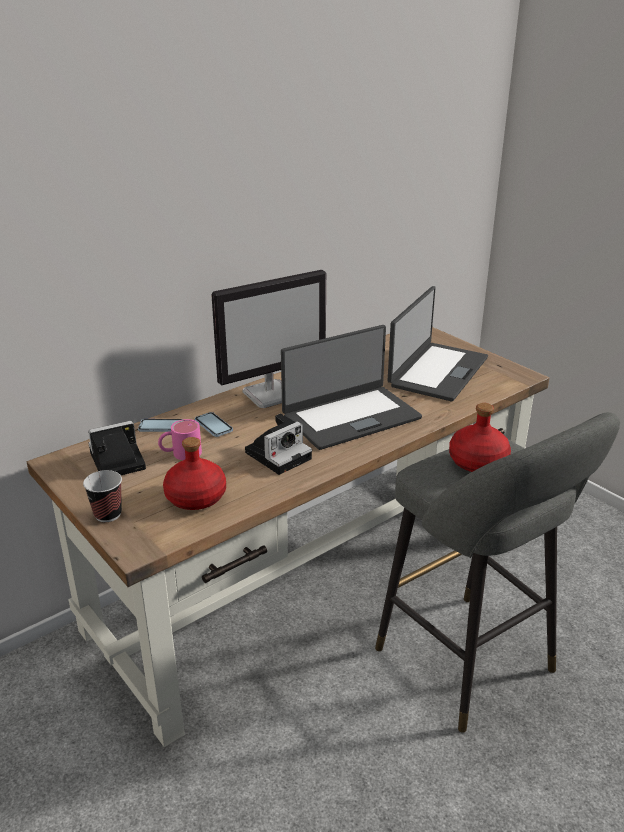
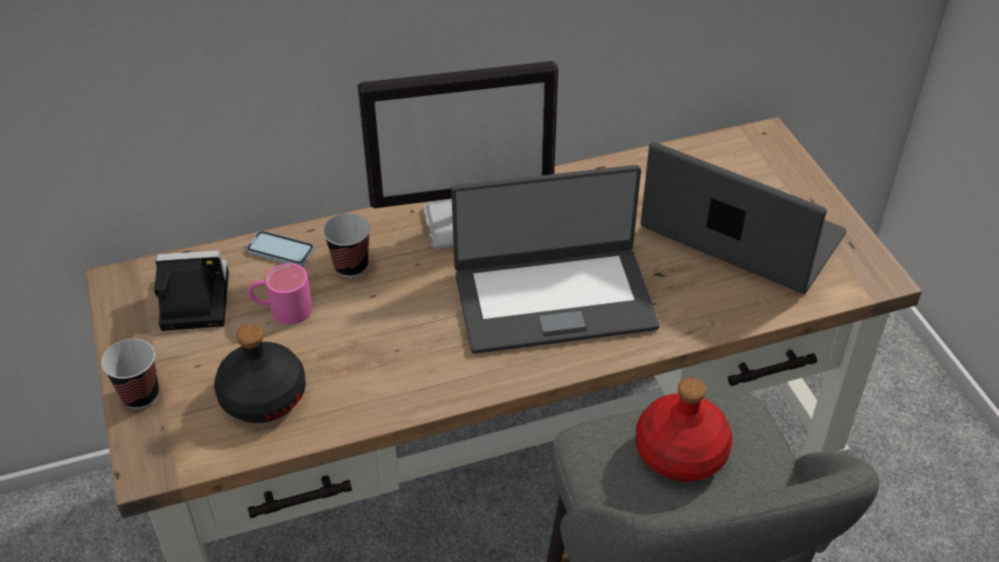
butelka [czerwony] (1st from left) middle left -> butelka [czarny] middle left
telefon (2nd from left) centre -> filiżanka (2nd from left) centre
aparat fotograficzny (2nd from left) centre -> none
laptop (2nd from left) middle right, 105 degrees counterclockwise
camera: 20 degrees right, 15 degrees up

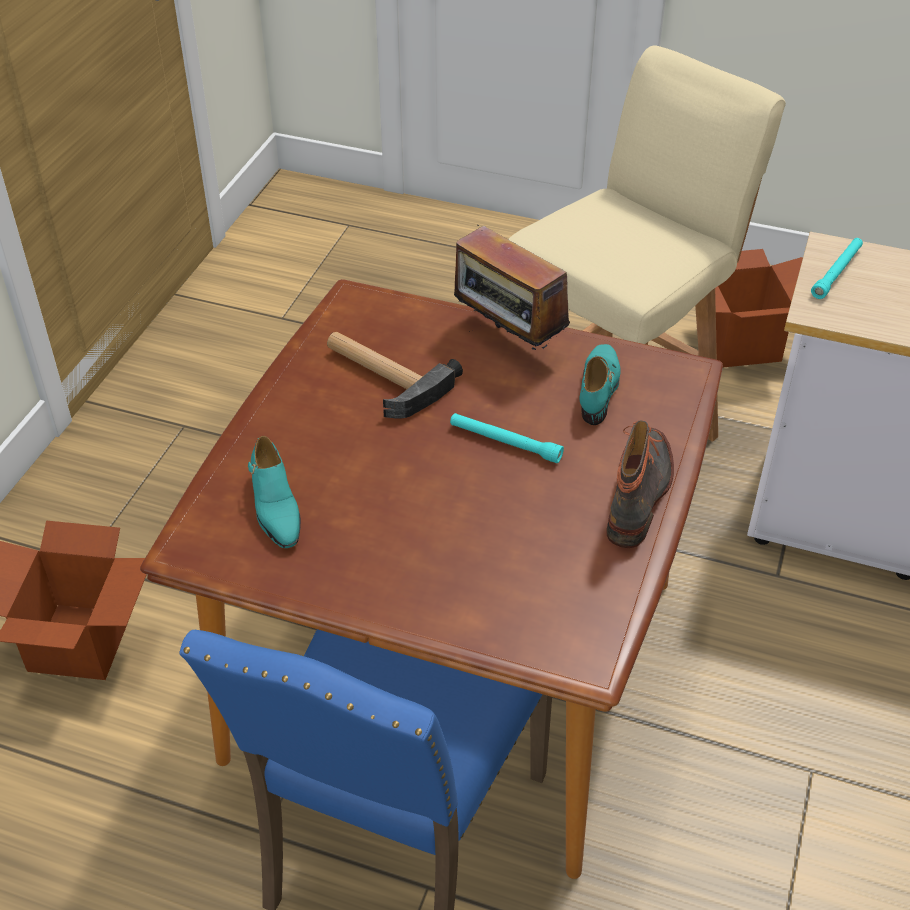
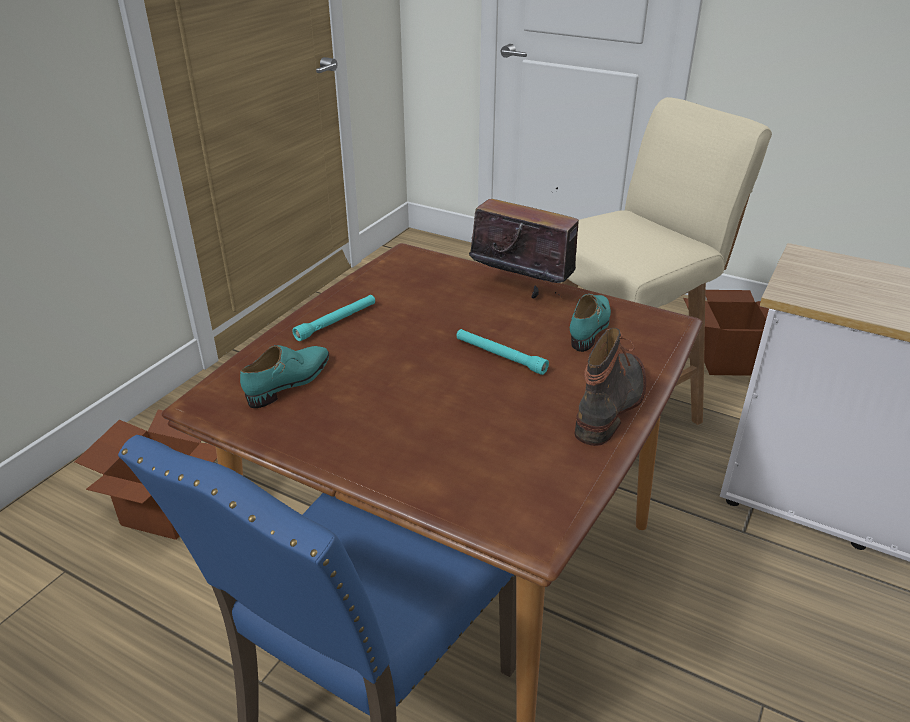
but [turkusowy] (1st from left) middle left, 135 degrees counterclockwise
młotek centre -> none
radio top centre -> radio centre, 150 degrees clockwise
latarka [turkusowy] (2nd from left in the first image) top right -> latarka [turkusowy] (1st from left) centre, moved
camera: 10 degrees right, 10 degrees down

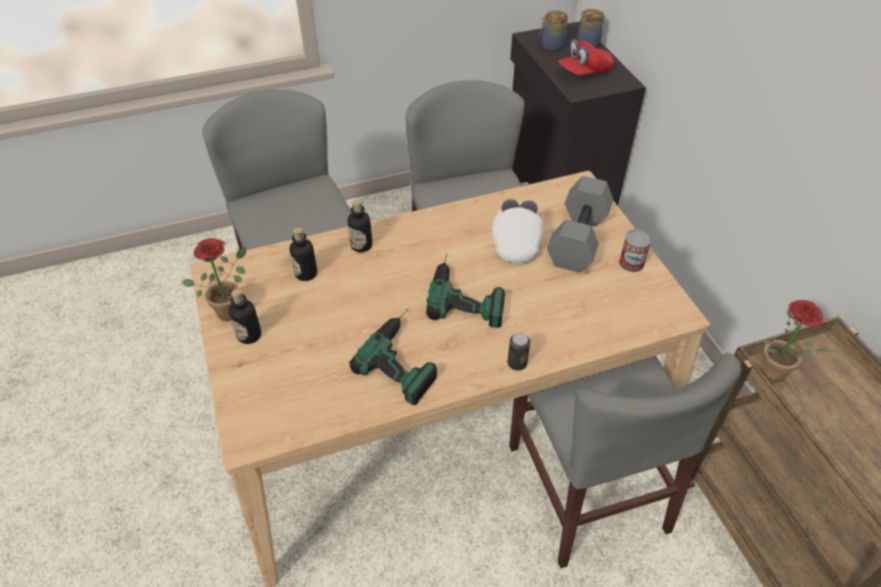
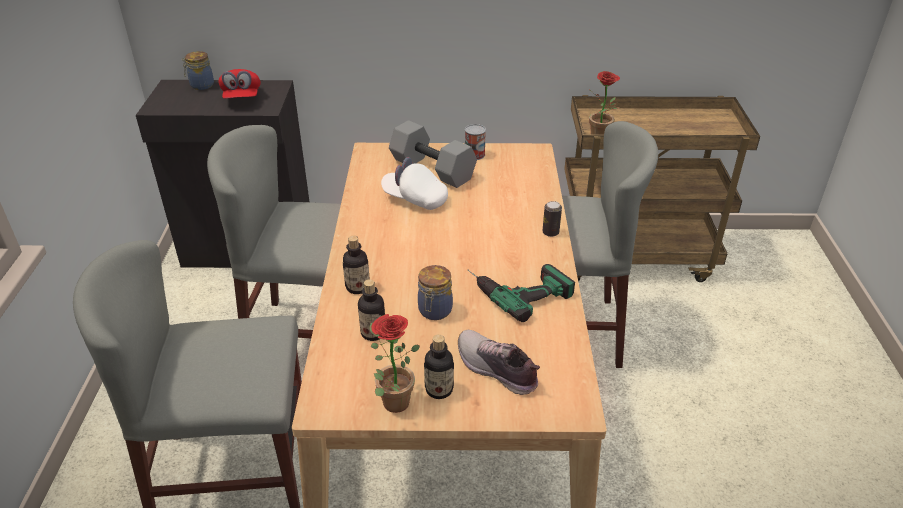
wiertarka (2nd from left) centre -> none
słoik (1st from left in the first image) top centre -> słoik (2nd from left) centre, moved
none -> but bottom centre
camera: 70 degrees left, 10 degrees down

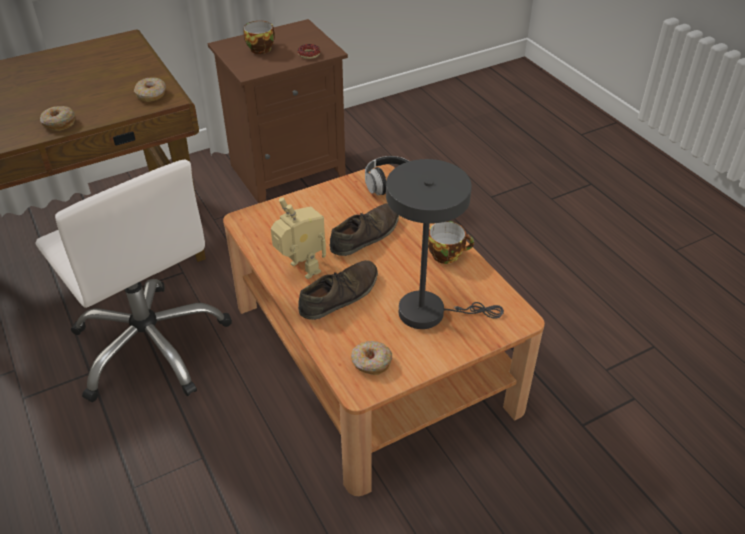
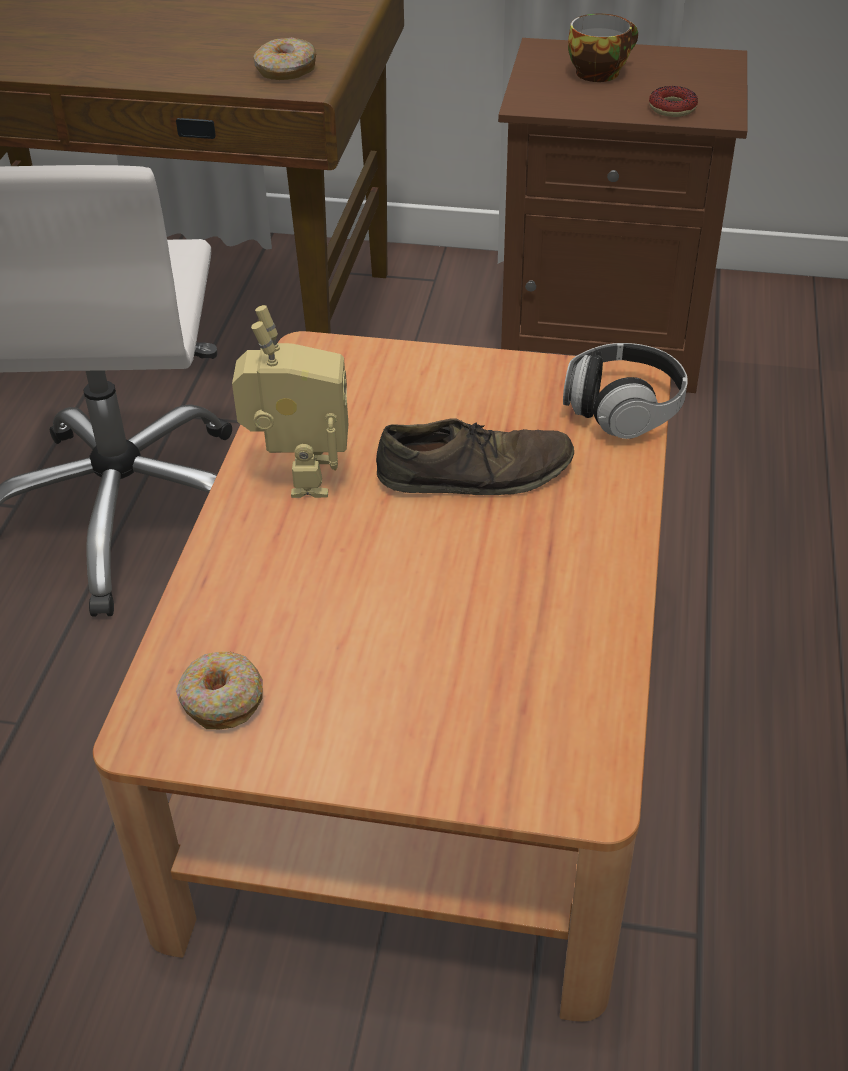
donut (1st from left) top left -> none
but [brązowy] (1st from left) centre -> none
lampa stołowa [szary] centre -> none
filiżanka (2nd from left) centre -> none
camera: 40 degrees right, 0 degrees up

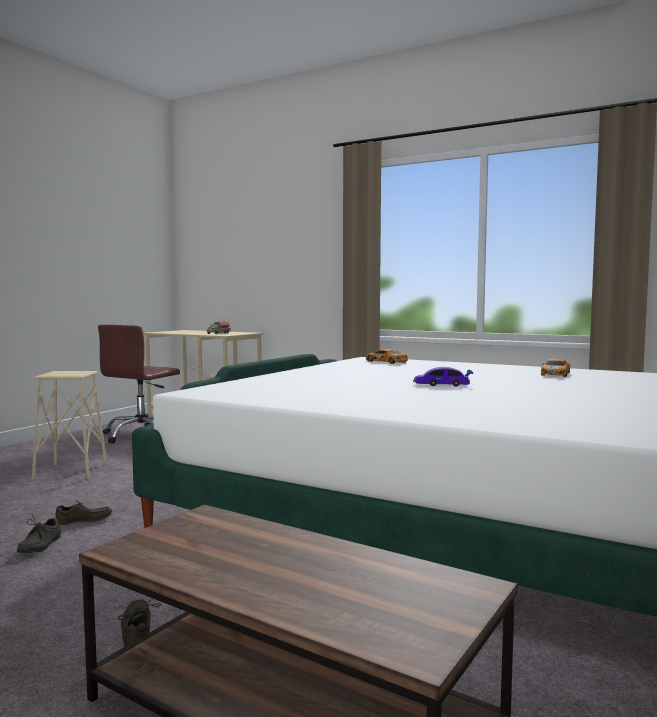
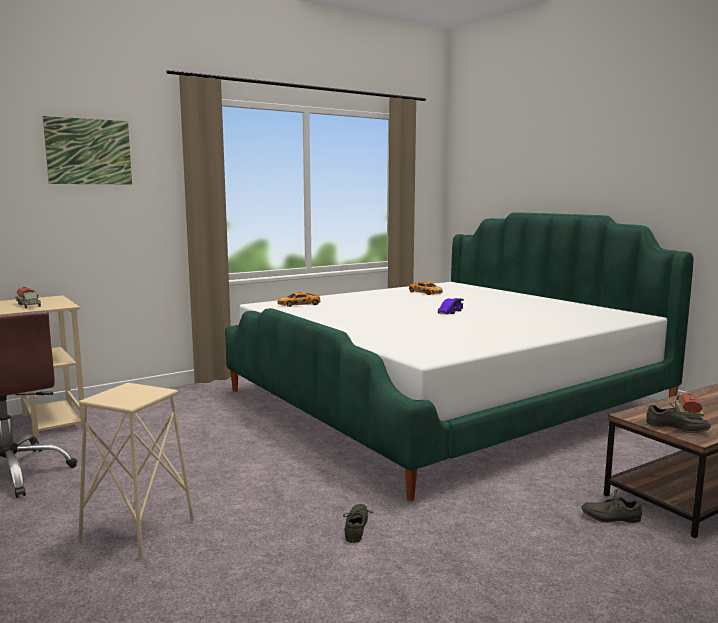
but [szary] (1st from left in the first image) bottom left -> but [szary] (3rd from left) bottom right, moved
none -> obraz top left
none -> ciężarówka zabawkowa (2nd from left) middle right
camera: 65 degrees left, 5 degrees up

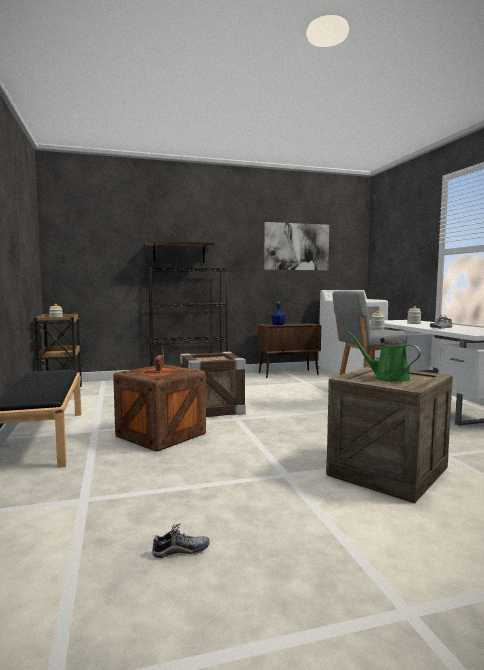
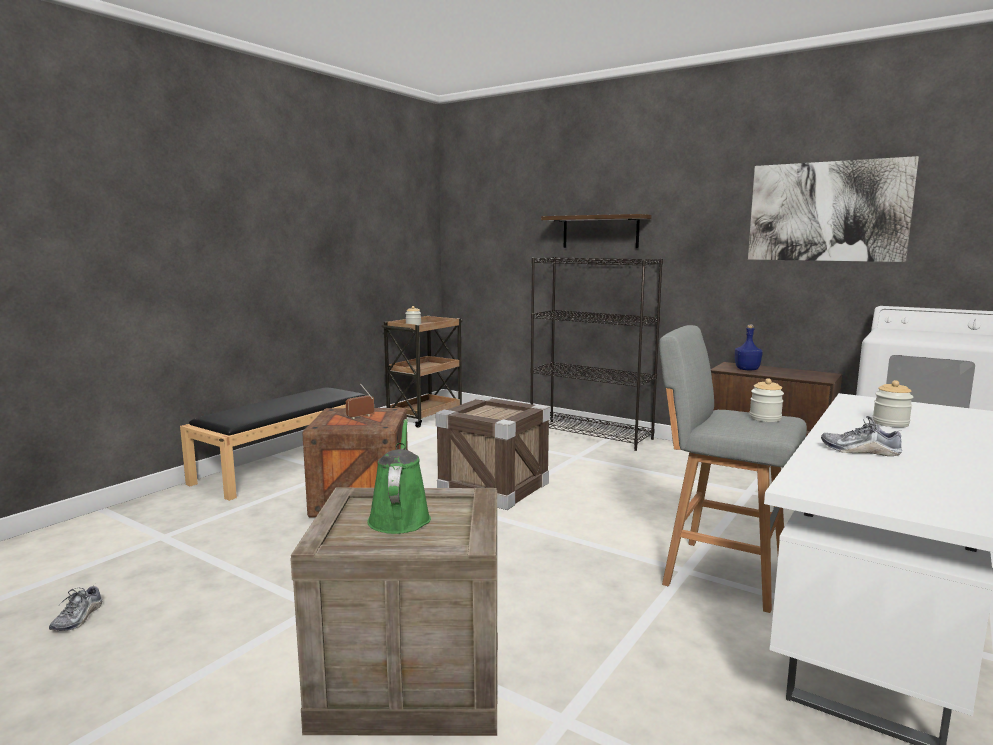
but (1st from left) bottom centre -> but (1st from left) bottom left, 60 degrees clockwise
camera: 50 degrees right, 5 degrees up

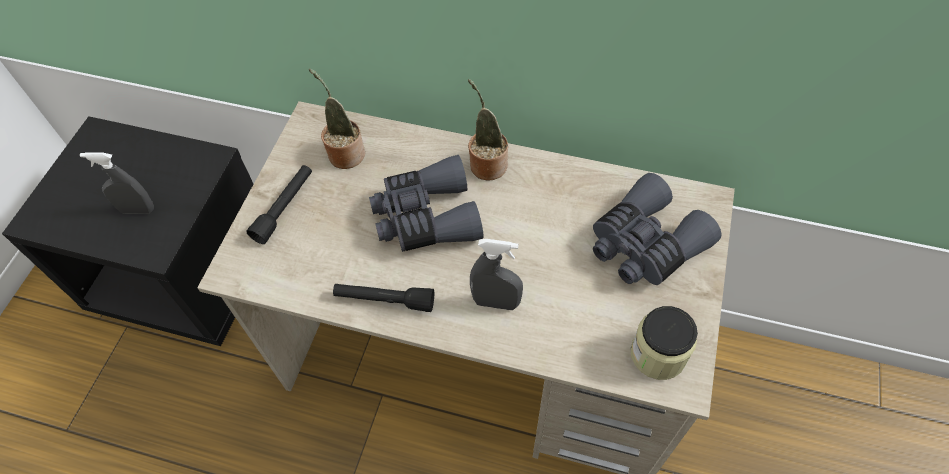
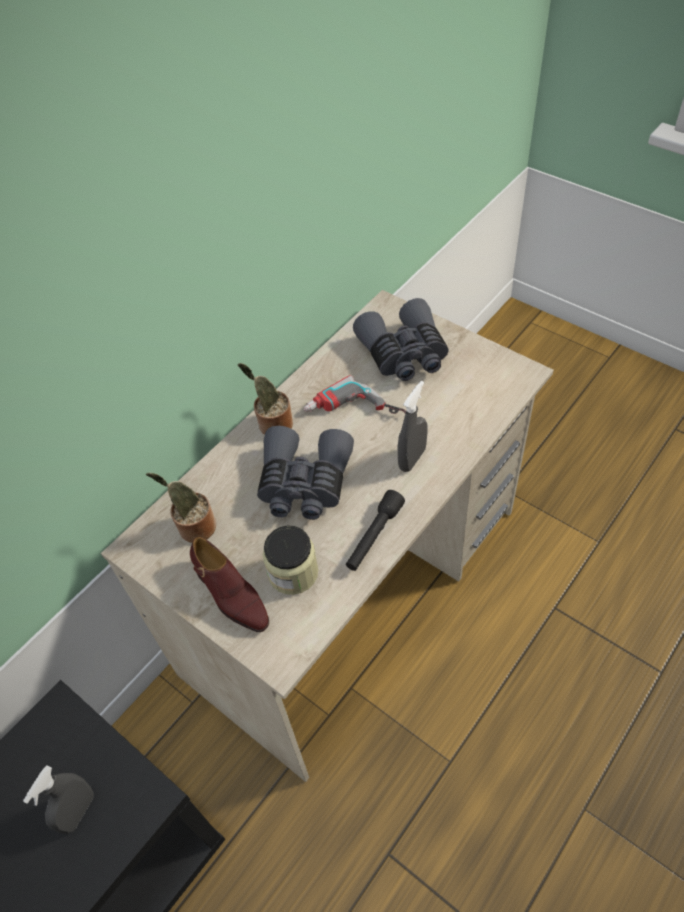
latarka [czarny] (1st from left) middle left -> but [brązowy] centre
słoik bottom right -> słoik centre, moved
none -> wiertarka centre
camera: 65 degrees left, 5 degrees down

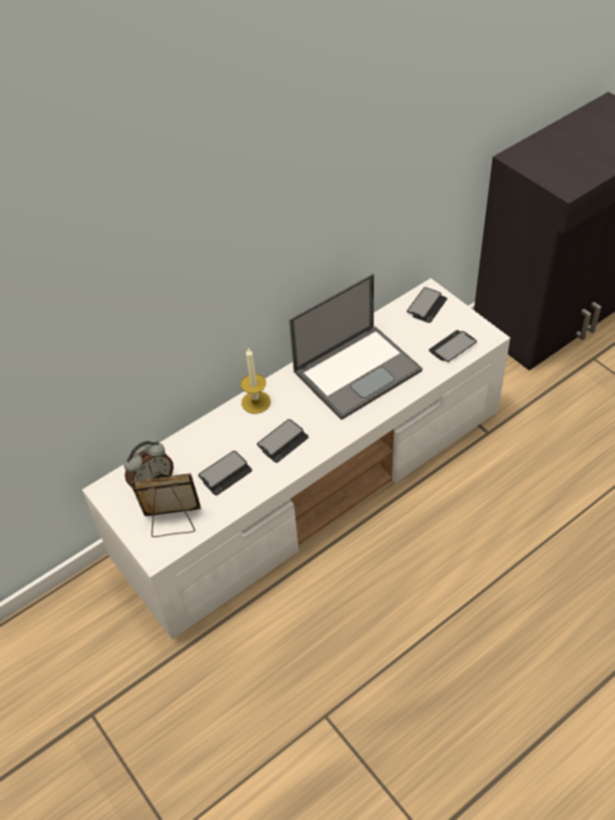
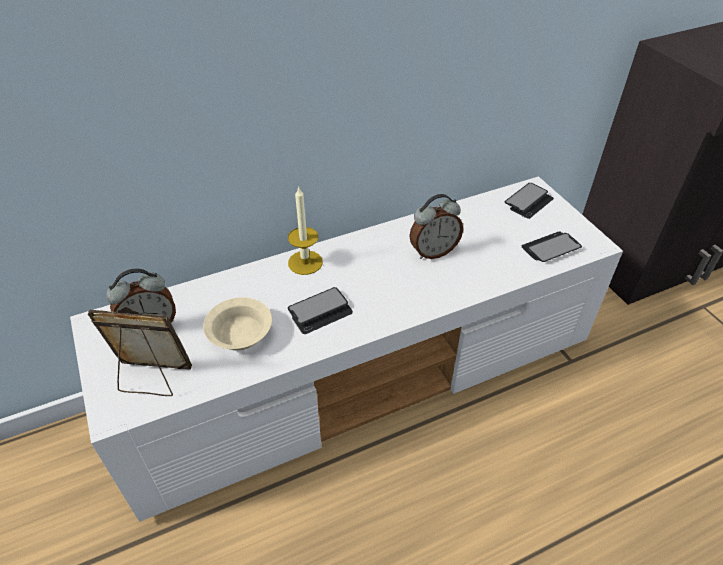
telefon (1st from left) centre -> miska [beżowy] middle left
laptop centre -> budzik (2nd from left) centre
camera: 10 degrees right, 5 degrees down

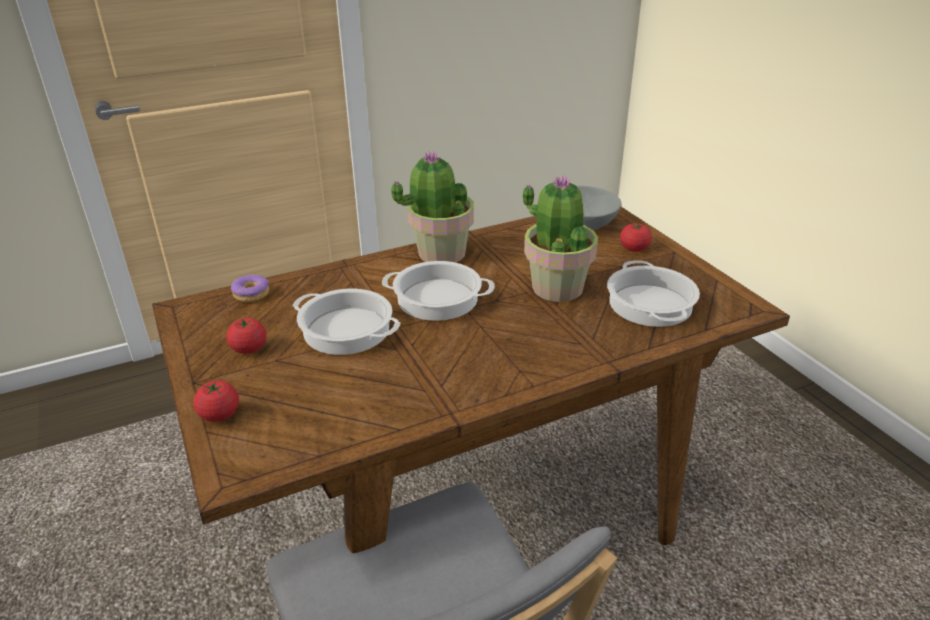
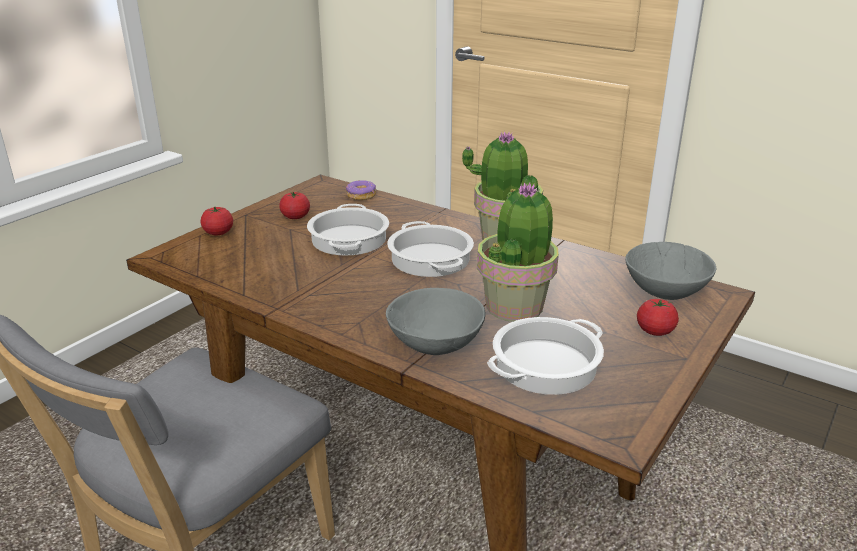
none -> miska [szary] (1st from left) centre
camera: 60 degrees right, 5 degrees down

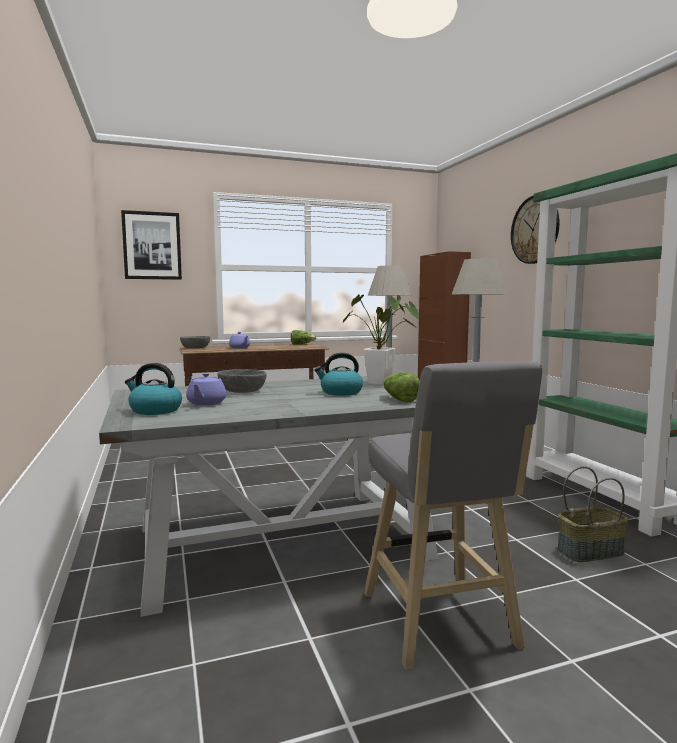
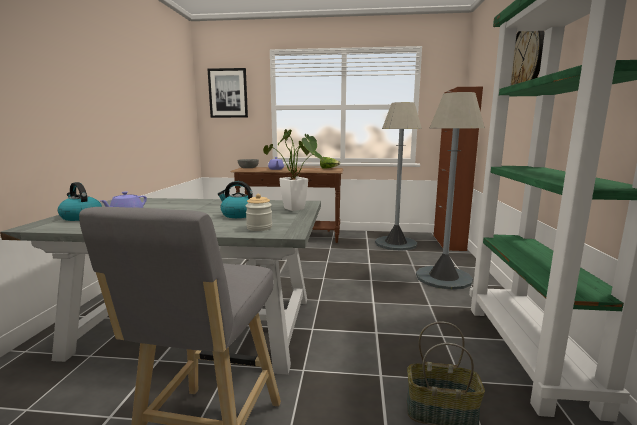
miska [szary] (2nd from left) centre -> none
sałata (2nd from left) centre -> słoik centre
camera: 25 degrees right, 5 degrees up

